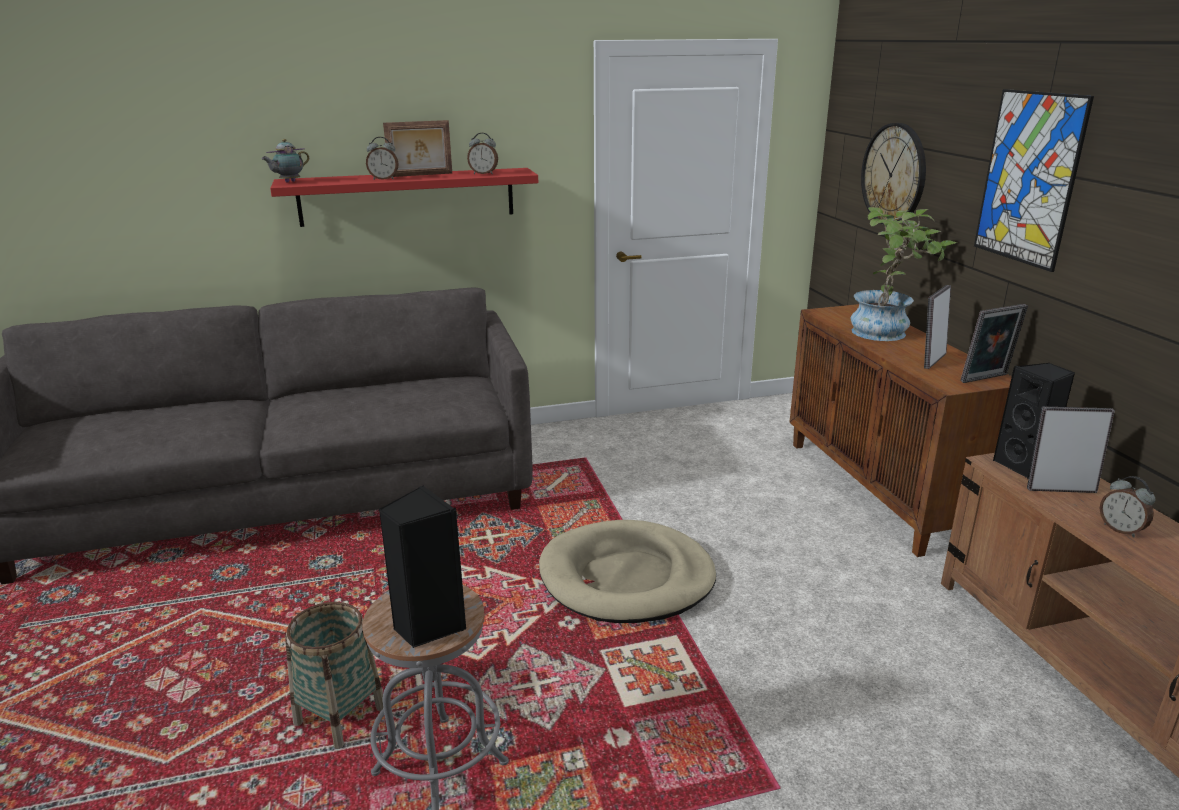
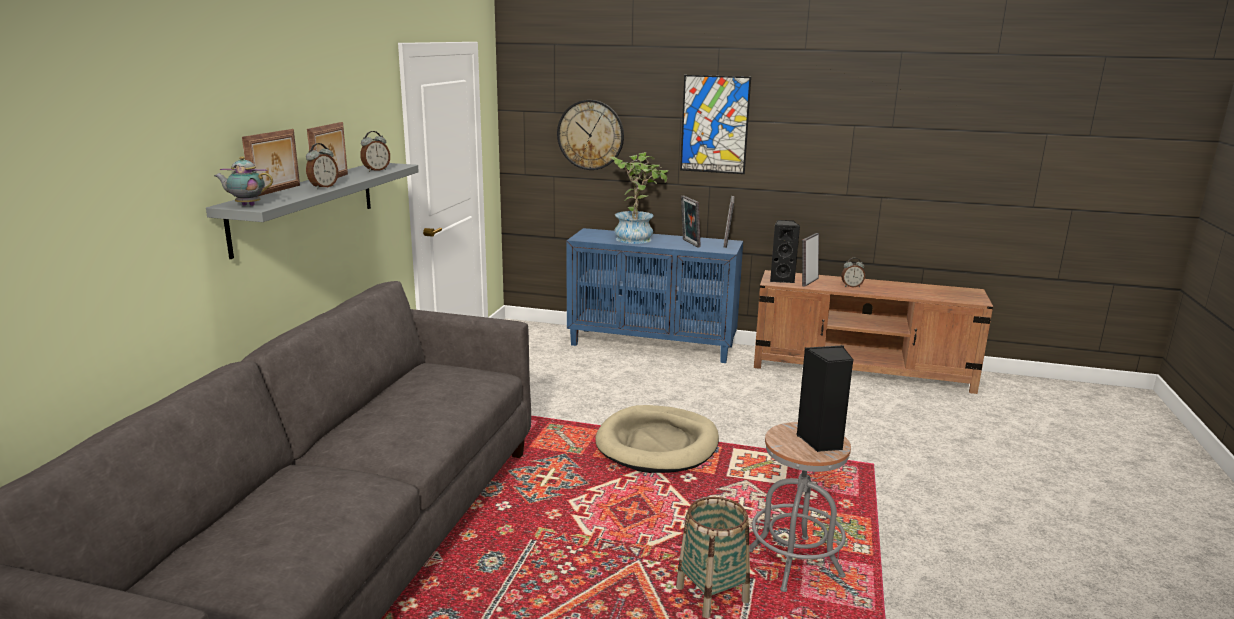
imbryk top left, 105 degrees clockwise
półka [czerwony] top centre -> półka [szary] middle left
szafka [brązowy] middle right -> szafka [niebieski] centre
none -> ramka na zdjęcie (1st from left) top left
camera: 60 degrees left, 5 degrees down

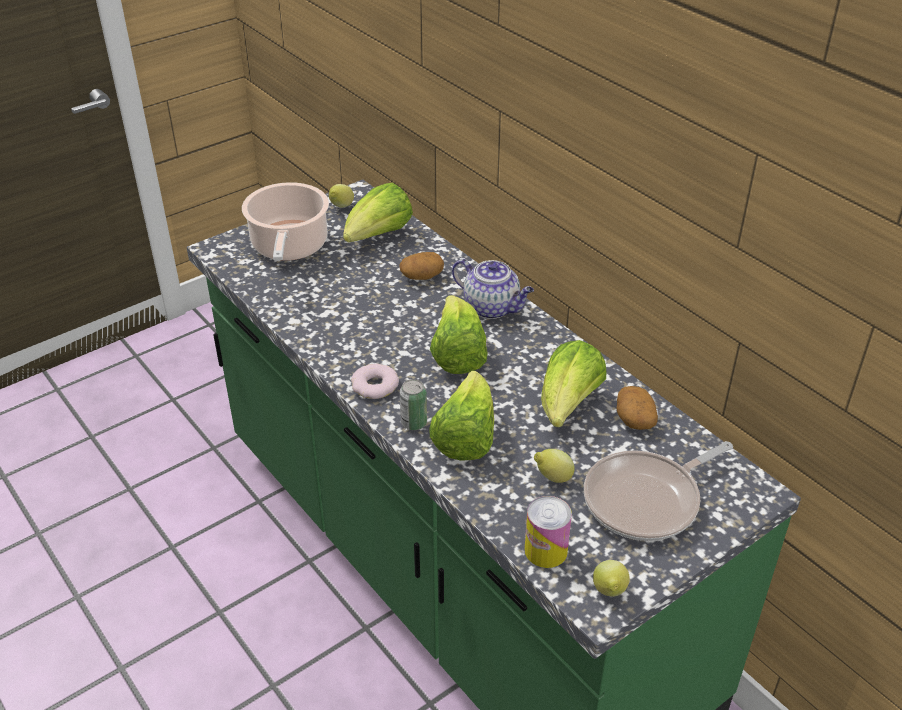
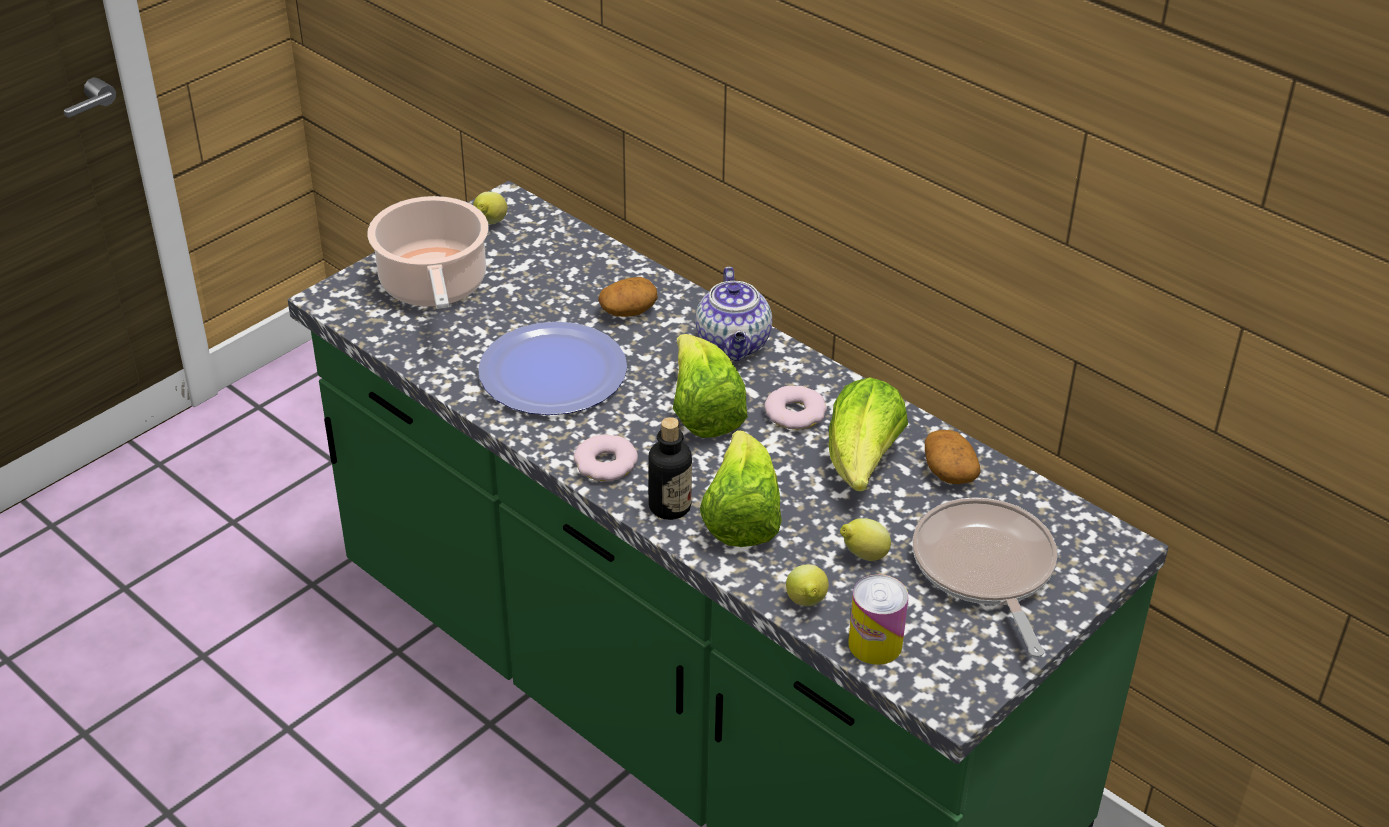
sałata (1st from left) top centre -> none
puszka (1st from left) centre -> butelka centre
imbryk centre, 60 degrees clockwise
patelnia bottom right, 120 degrees clockwise
cytryna (3rd from left in the first image) bottom right -> cytryna (2nd from left) bottom centre, moved
none -> talerz centre
none -> donut (2nd from left) centre
camera: 10 degrees left, 0 degrees up

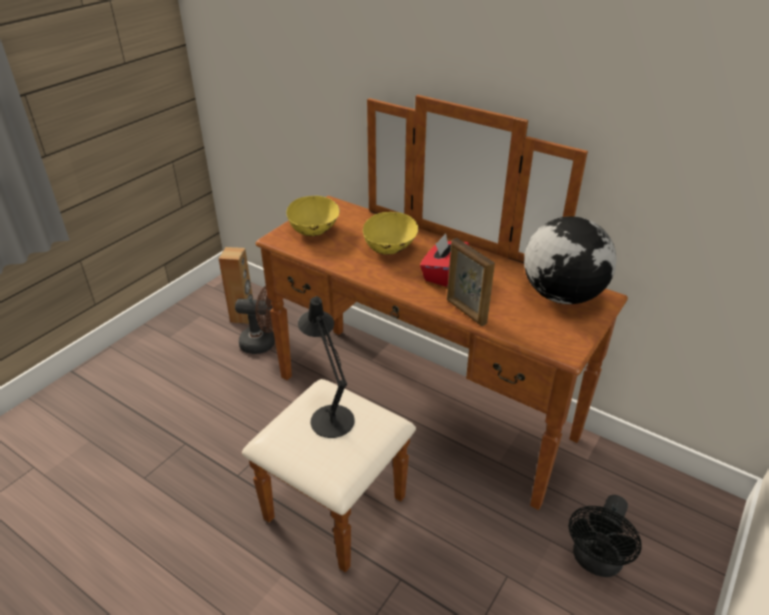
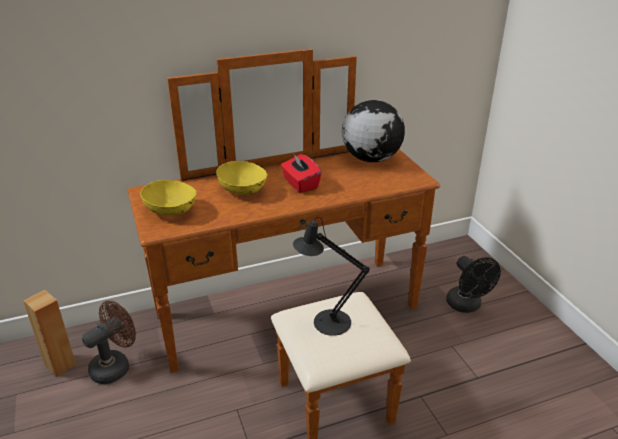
ramka na zdjęcie centre -> none
camera: 55 degrees left, 5 degrees down

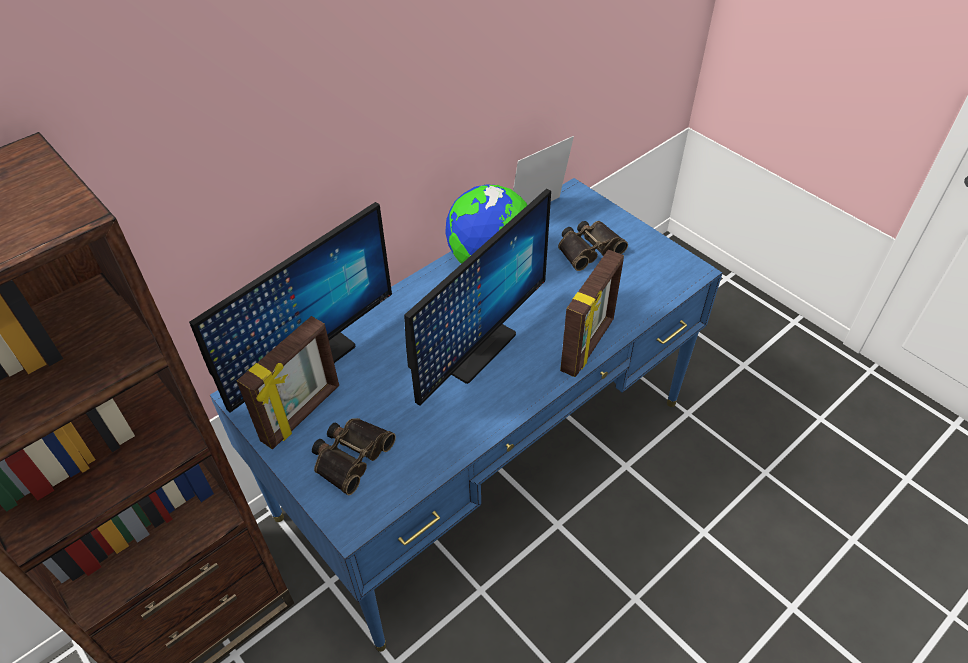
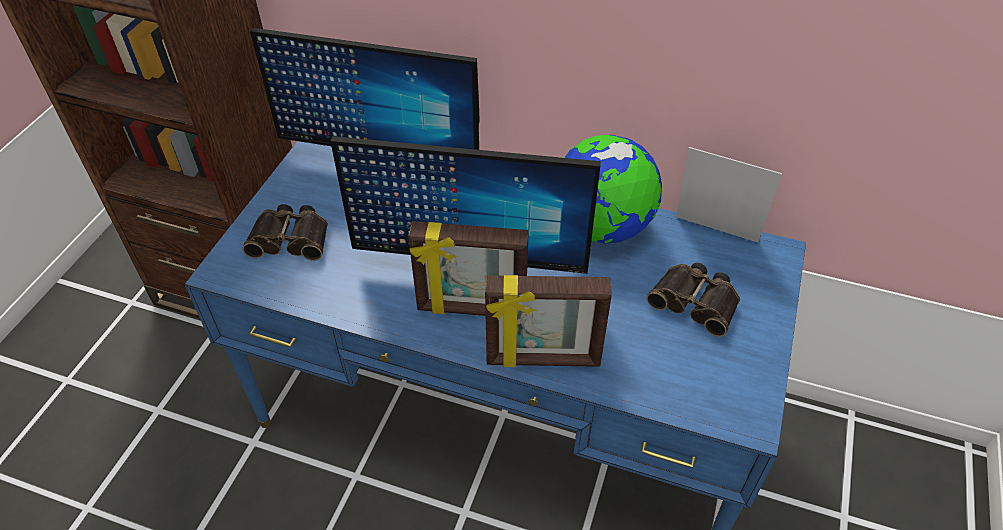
ramka na zdjęcie (1st from left) middle left -> ramka na zdjęcie (1st from left) centre, moved
camera: 60 degrees right, 0 degrees up

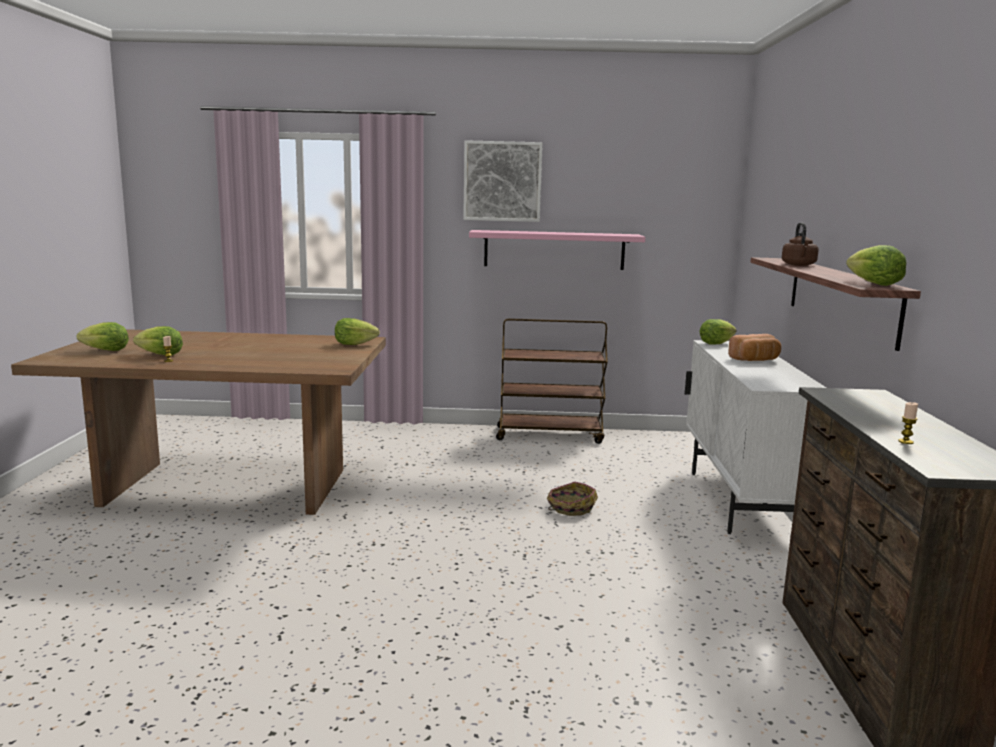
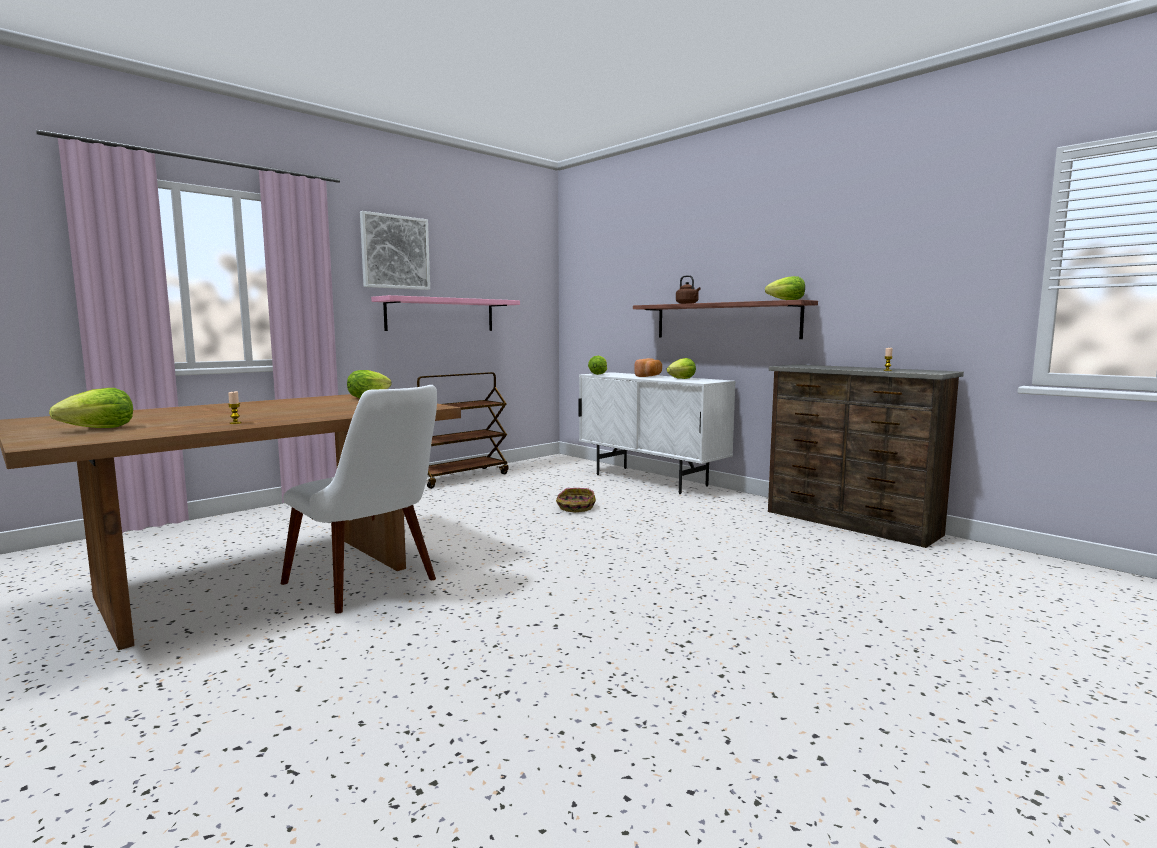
sałata (2nd from left in the first image) middle left -> sałata (4th from left) centre, moved
none -> krzesło [biały] middle left
camera: 45 degrees left, 5 degrees down

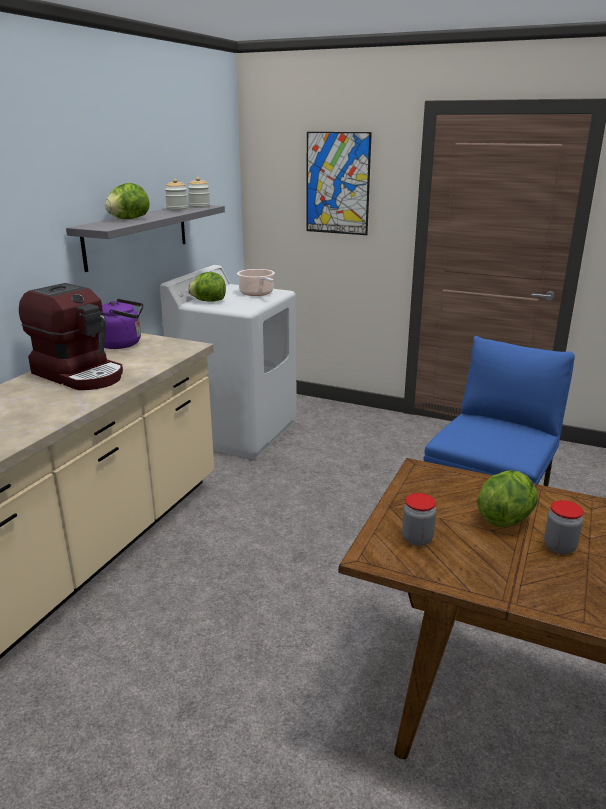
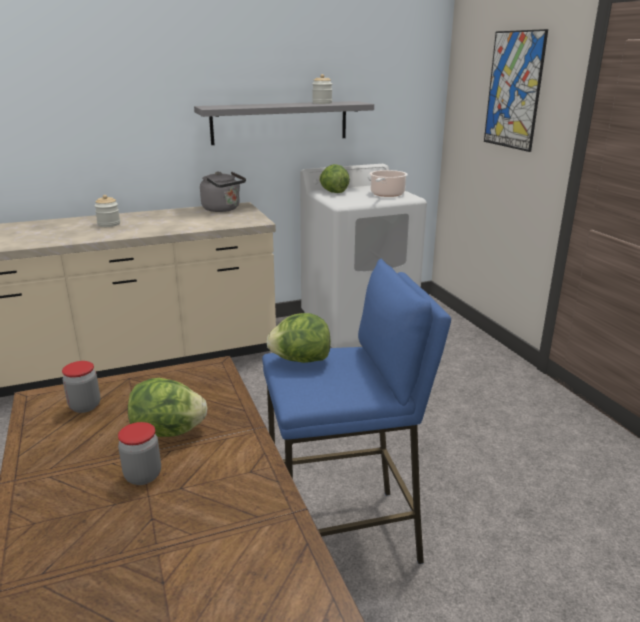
ekspres do kawy middle left -> none
czajnik [fioletowy] middle left -> czajnik [szary] top centre
sałata (1st from left in the first image) top left -> sałata (2nd from left) centre, moved
słoik (2nd from left) top left -> słoik (2nd from left) middle left, moved
camera: 45 degrees right, 0 degrees up

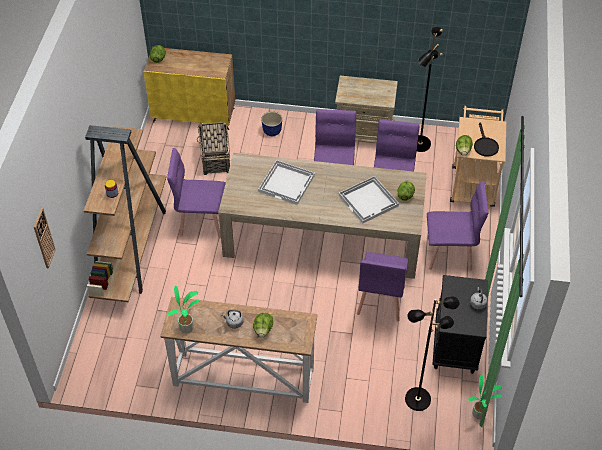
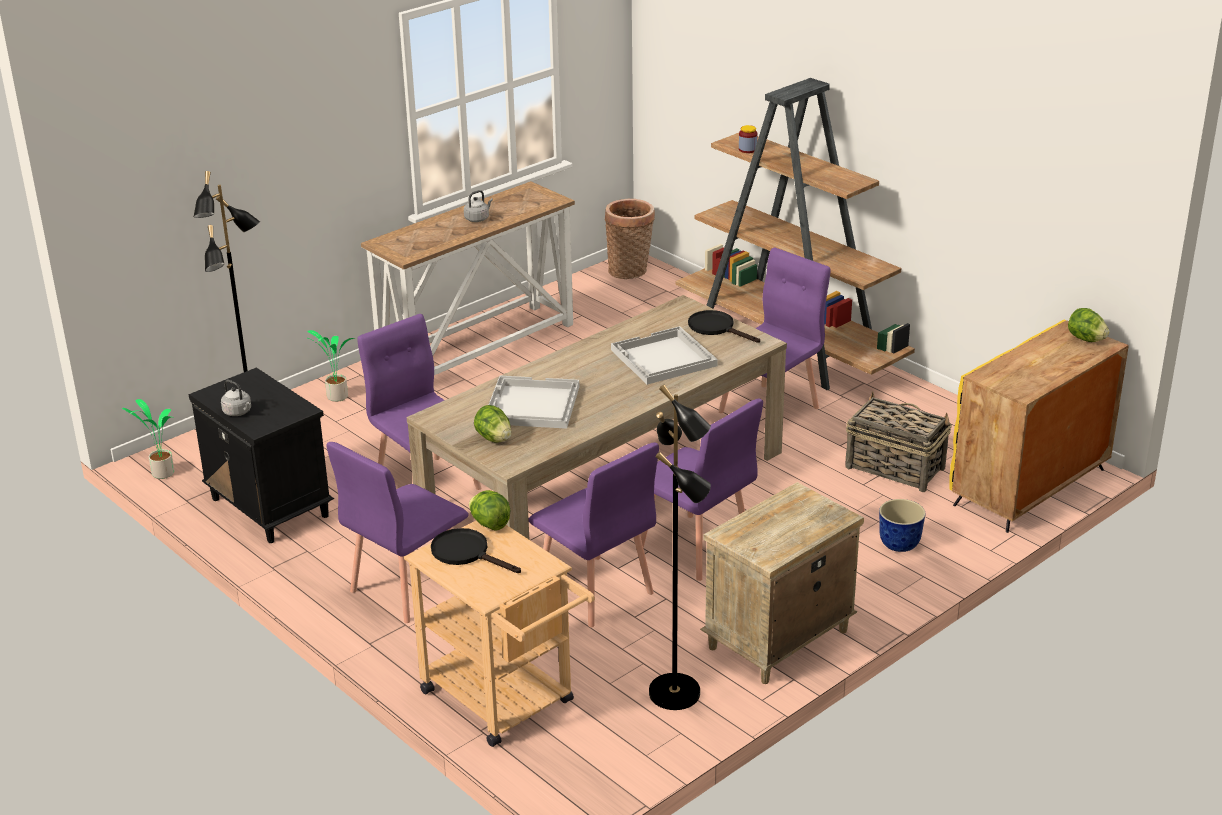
zegar ścienny middle left -> none
roślina doniczkowa (1st from left in the first image) bottom left -> roślina doniczkowa (2nd from left) middle left, moved
sałata (2nd from left) bottom centre -> none
none -> koszyk (1st from left) top centre
none -> patelnia [czarny] (2nd from left) centre
camera: 130 degrees right, 20 degrees down

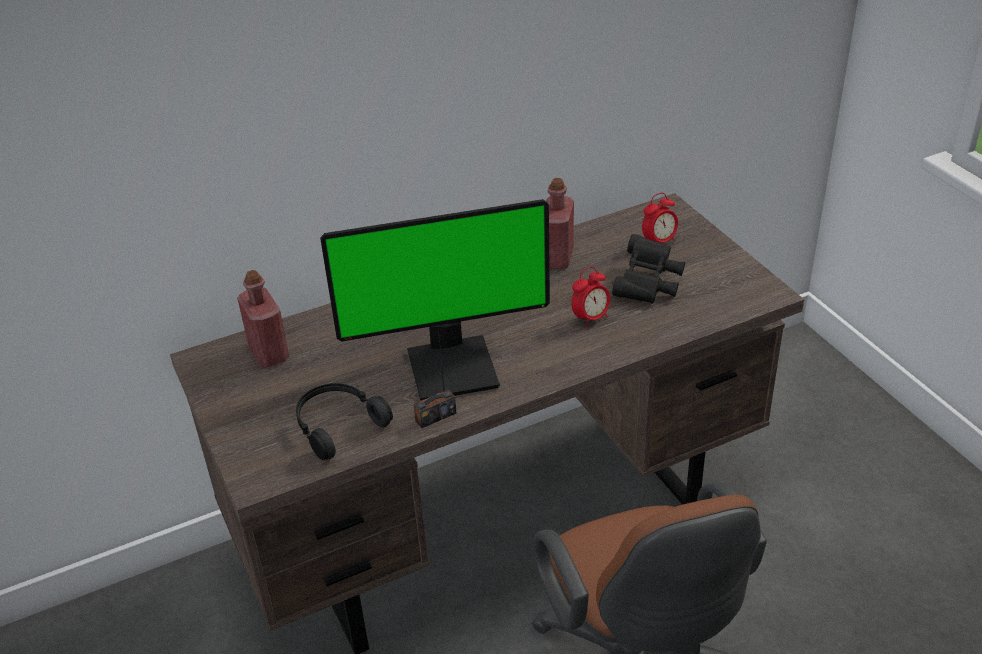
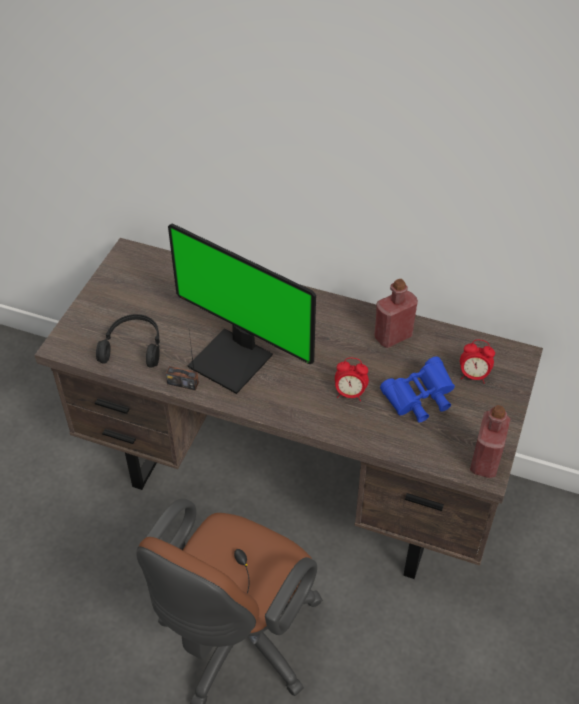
butelka [czerwony] (1st from left in the first image) middle left -> butelka [czerwony] (2nd from left) middle right, moved
lornetka [czarny] centre -> lornetka [niebieski] middle right
camera: 45 degrees right, 10 degrees up

